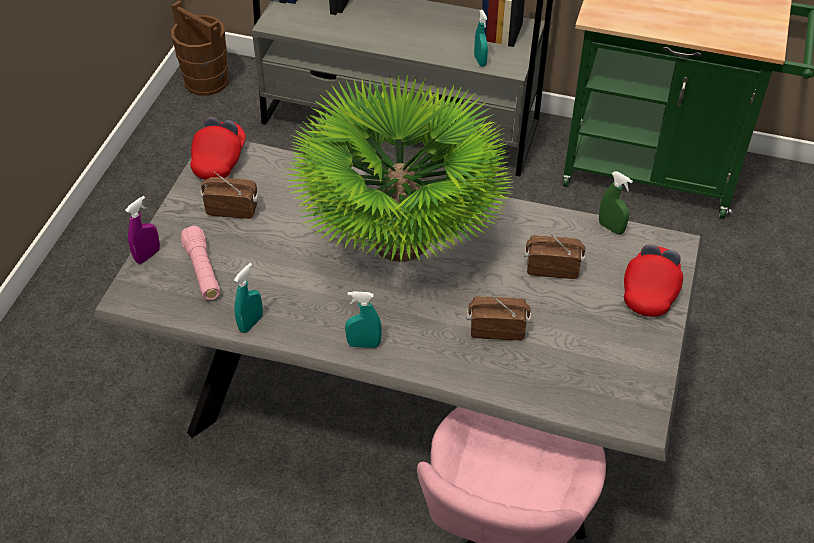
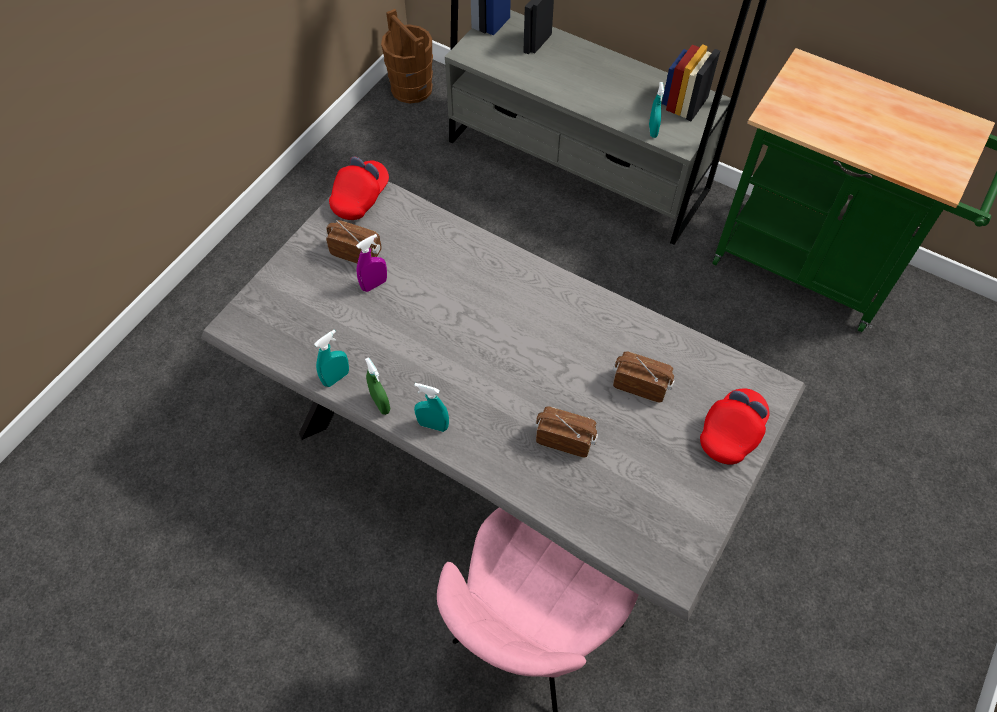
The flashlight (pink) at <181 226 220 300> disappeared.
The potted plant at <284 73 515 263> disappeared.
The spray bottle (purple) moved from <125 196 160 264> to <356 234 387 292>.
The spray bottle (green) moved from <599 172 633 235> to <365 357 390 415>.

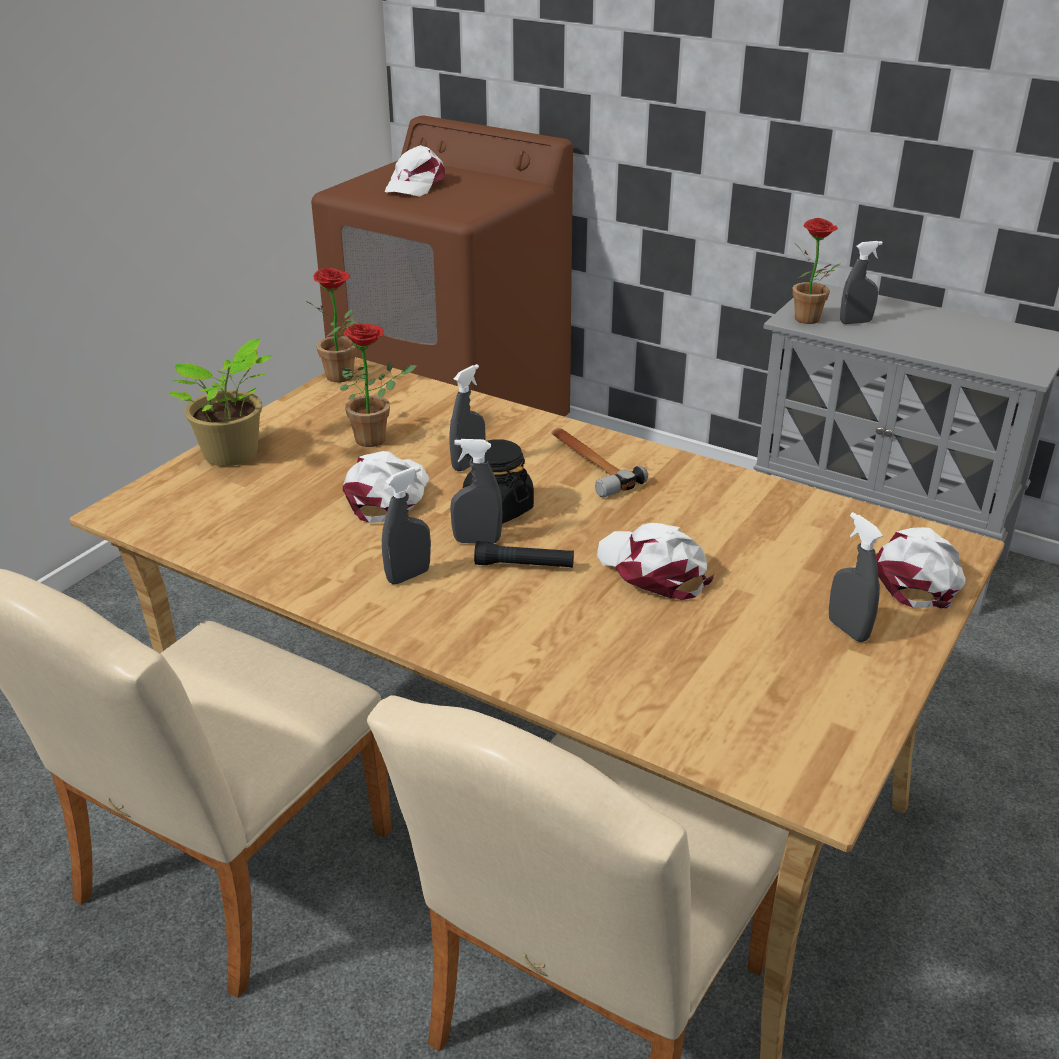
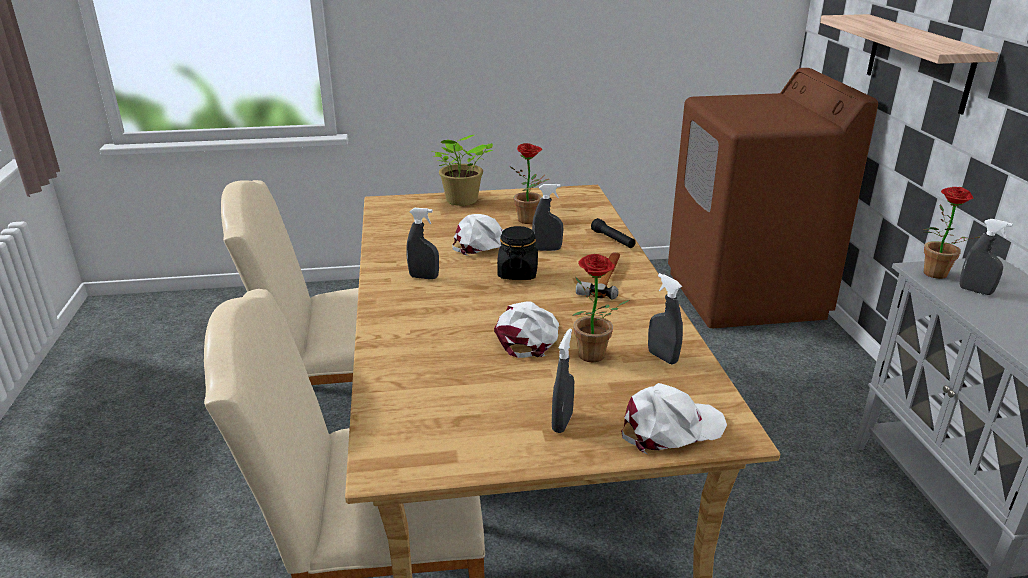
The cap (white) at <385 145 445 197> disappeared.
The shelf at <820 14 999 114> appeared.
The potted plant moved from <306 268 359 382> to <573 254 629 362>.
The spray bottle (grey) moved from <450 439 502 543> to <648 273 683 365>.
The flashlight (black) moved from <474 541 574 568> to <591 218 636 248>.

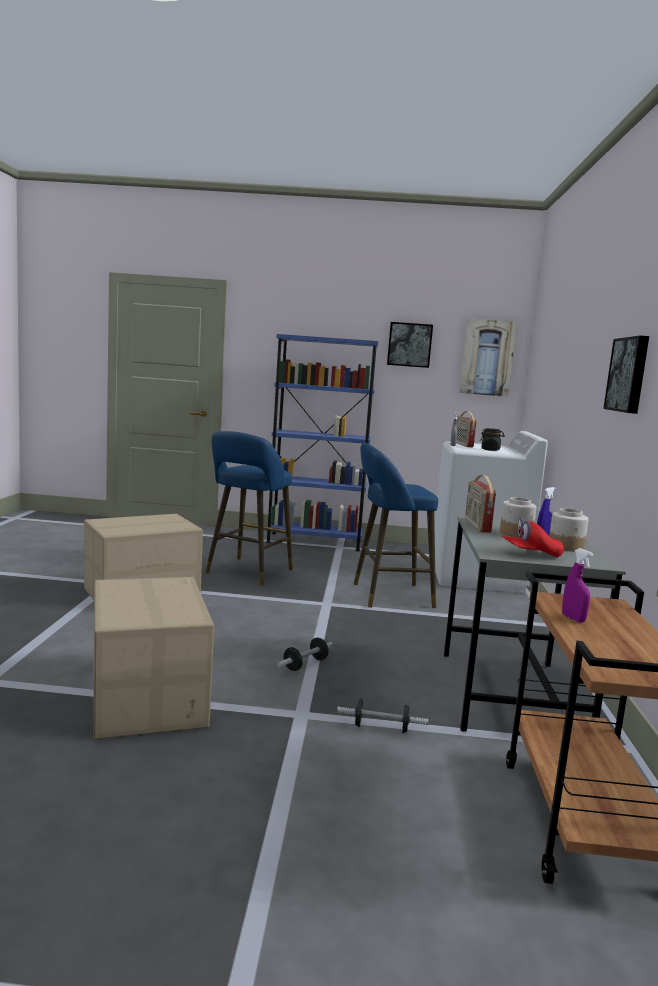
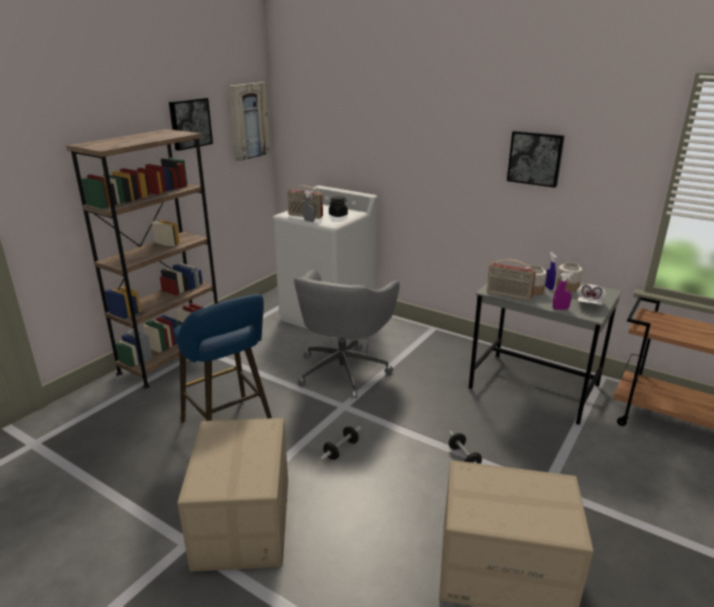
The dumbbell moved from <337 698 428 733> to <319 426 361 461>.
The spray bottle (purple) moved from <562 548 593 623> to <553 273 573 310>.
The stool (blue) at <353 443 438 608> was replaced by the office chair (grey) at <294 270 400 399>.
The bookcase (blue) at <266 334 378 551> became the bookcase (brown) at <66 129 218 388>.
The cap (red) at <502 517 564 558> became the cap (white) at <577 285 606 305>.

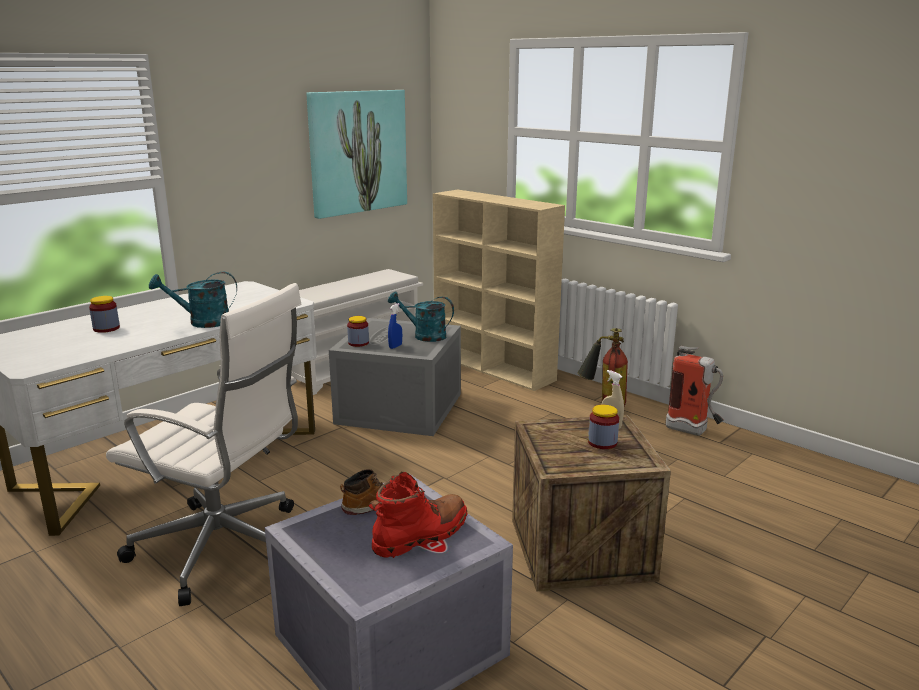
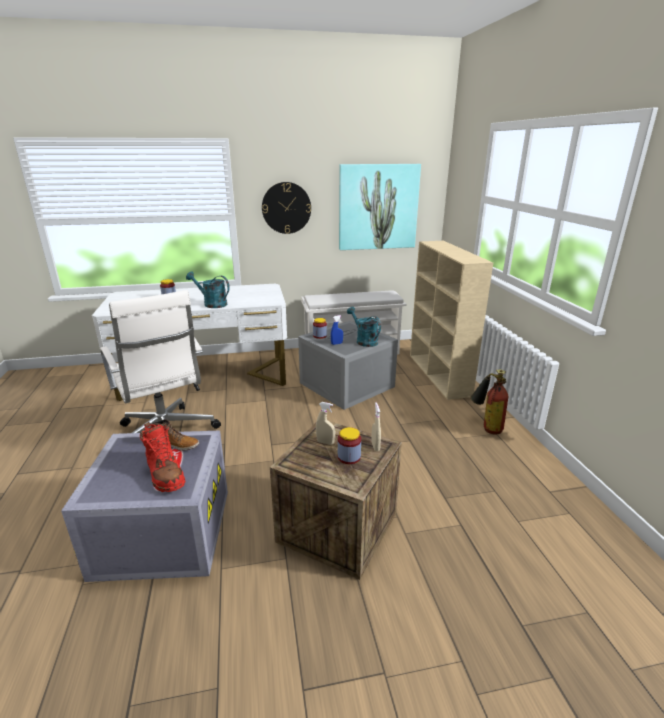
The fire extinguisher at <666 346 723 436> disappeared.
The wall clock at <262 182 311 234> appeared.
The spray bottle (beige) at <316 402 335 445> appeared.
The boot (red) at <368 472 467 558> turned 60 degrees clockwise.

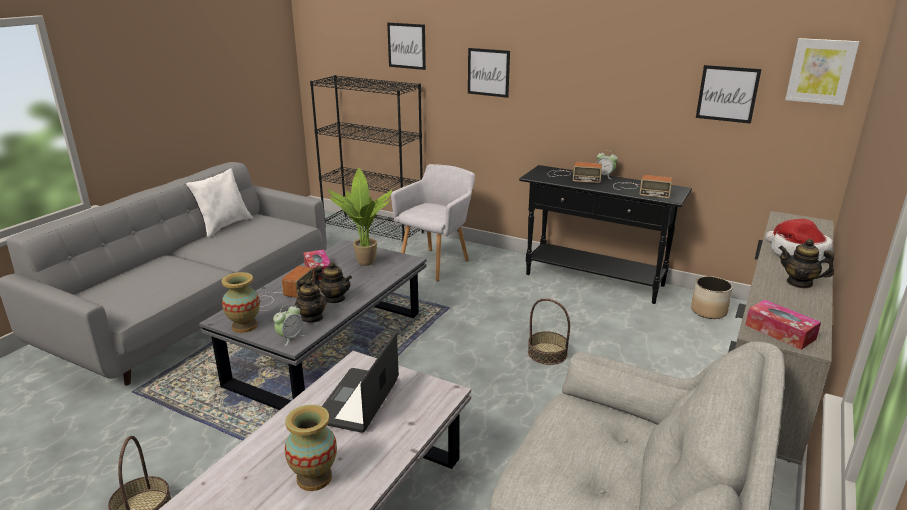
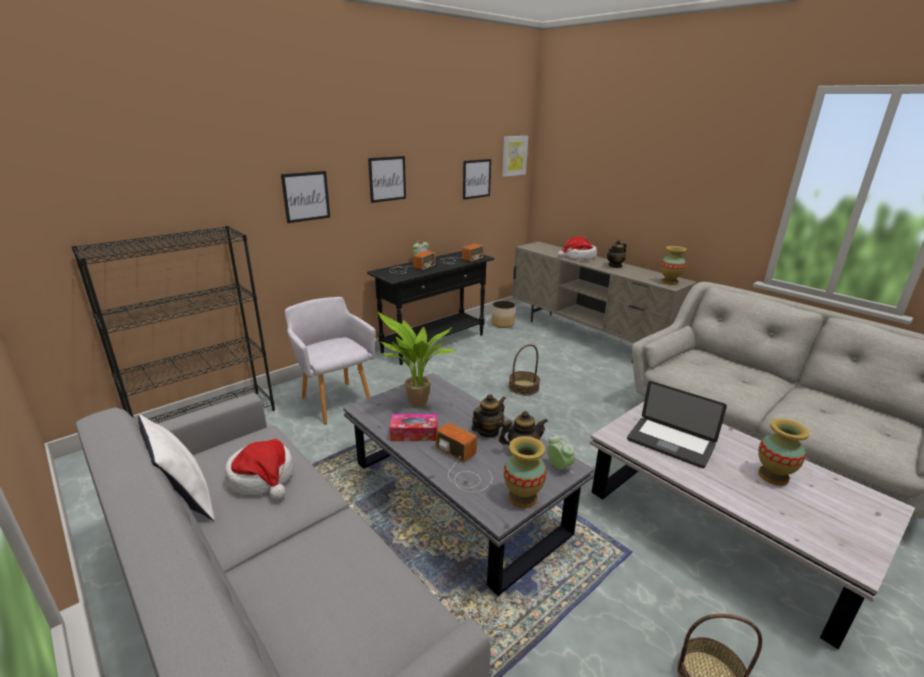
The hat at <225 439 293 500> appeared.
The picture moved from <387 23 426 70> to <368 156 406 203>.
The tissue box at <745 300 821 350> was replaced by the vase at <661 246 687 285>.

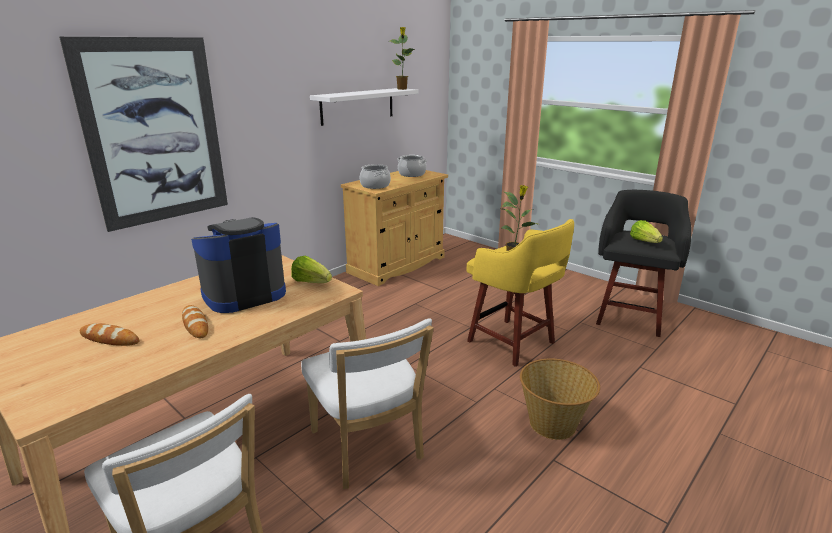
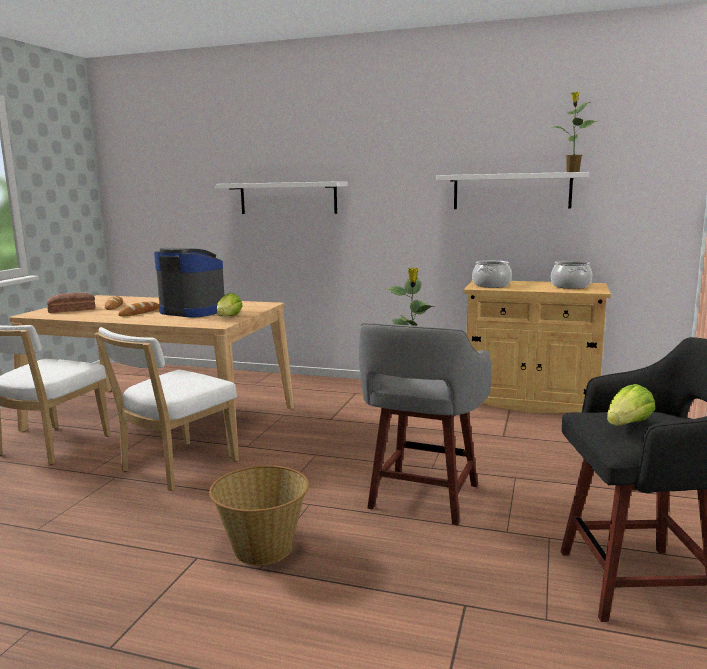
The bread at <47 293 95 313> appeared.
The picture at <59 37 228 232> was replaced by the shelf (white) at <215 181 348 214>.
The stool (yellow) at <467 219 574 367> became the stool (grey) at <359 323 492 525>.

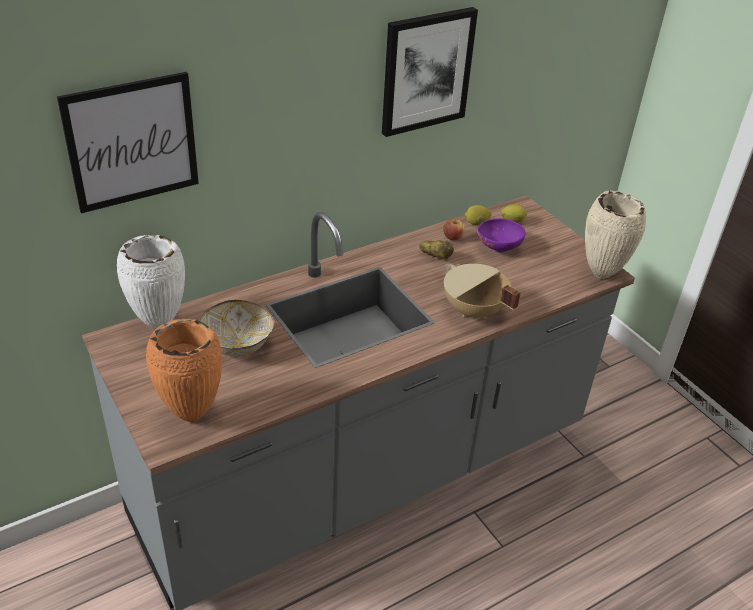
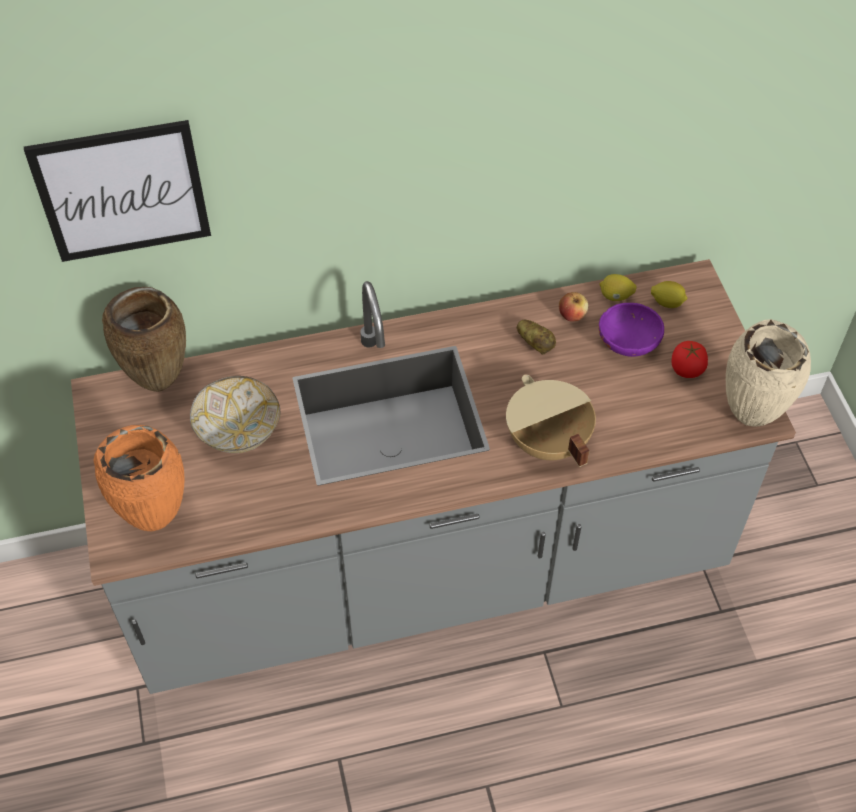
The picture at <382 7 478 137> disappeared.
The tomato at <672 341 708 378> appeared.
The vase (white) at <117 234 185 329> became the vase (brown) at <102 287 186 392>.

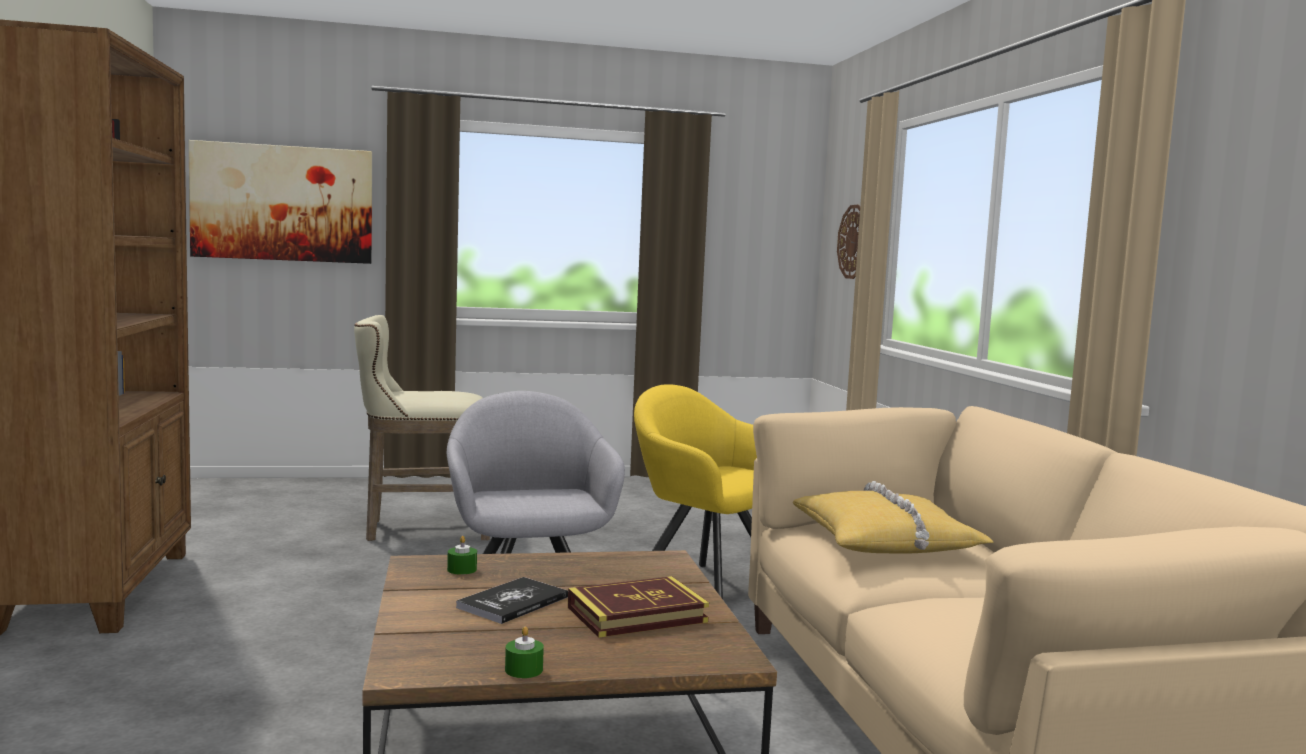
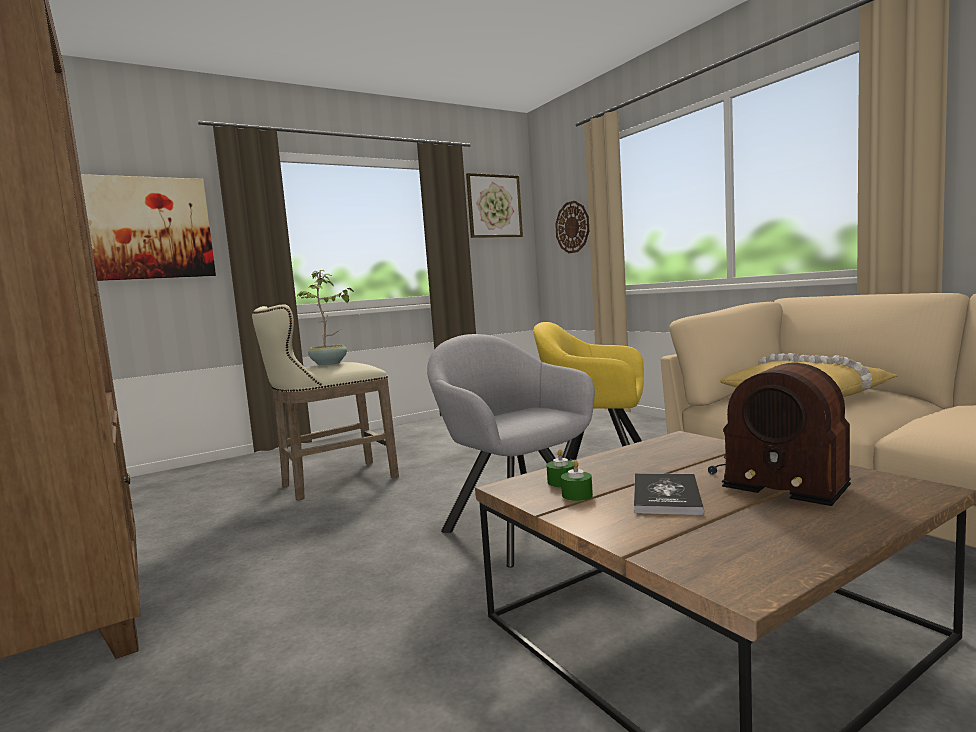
The potted plant at <297 270 354 365> appeared.
The picture at <466 173 523 238> appeared.
The candle (green) moved from <505 626 544 678> to <561 460 593 501>.
The book at <568 576 709 638> was replaced by the radio at <708 363 851 506>.

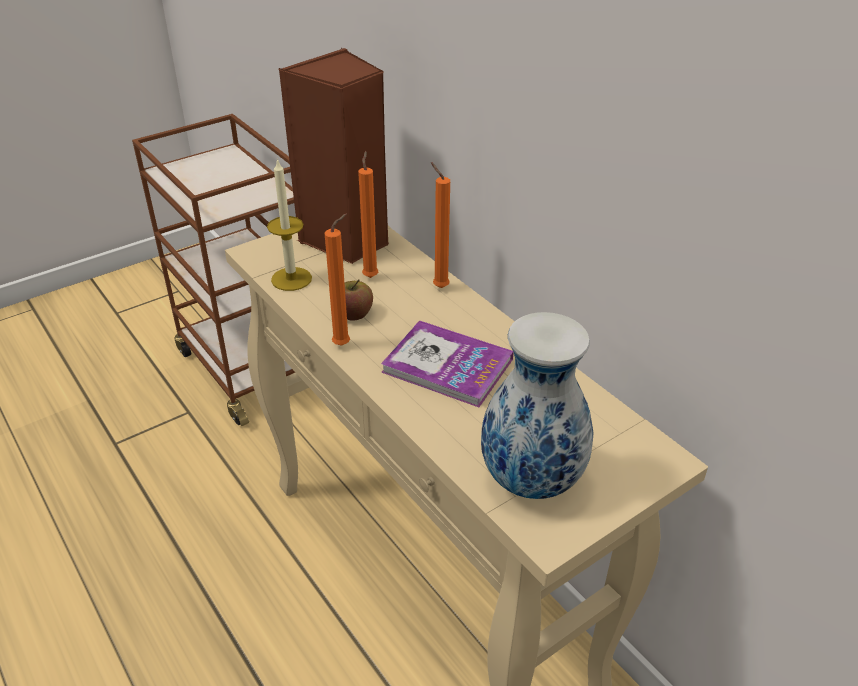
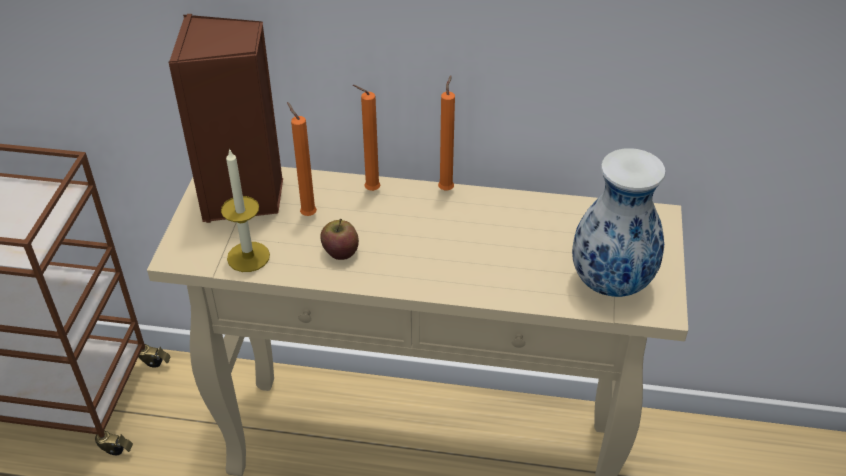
The book at <381 320 514 407> disappeared.
The candle (orange) moved from <325 214 350 346> to <438 75 455 191>.

